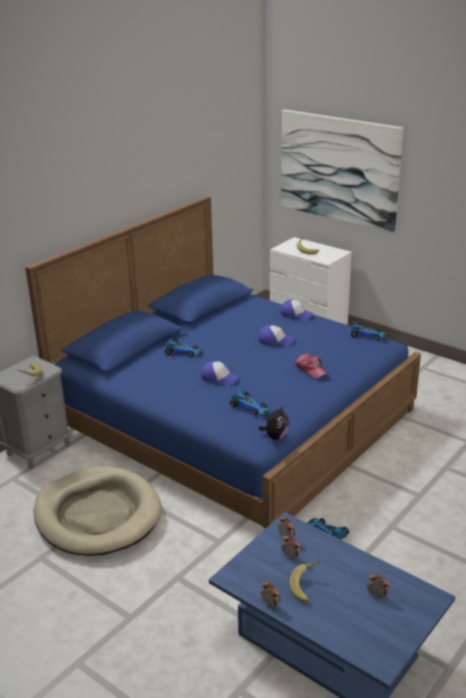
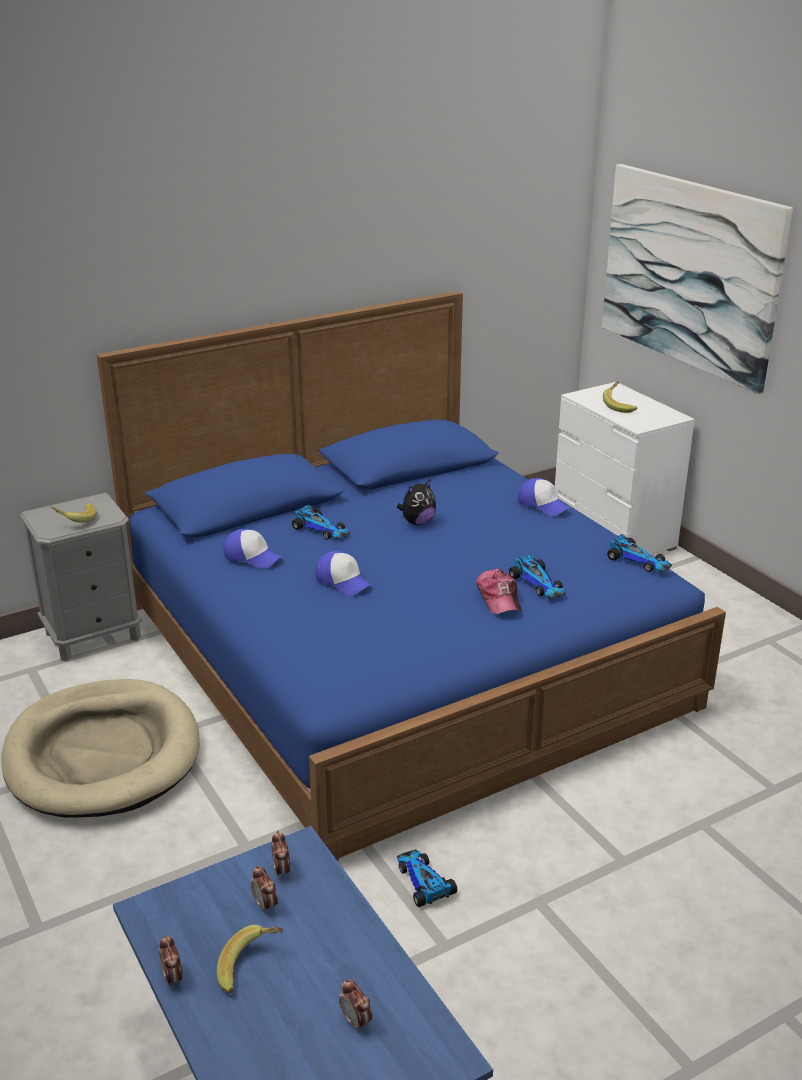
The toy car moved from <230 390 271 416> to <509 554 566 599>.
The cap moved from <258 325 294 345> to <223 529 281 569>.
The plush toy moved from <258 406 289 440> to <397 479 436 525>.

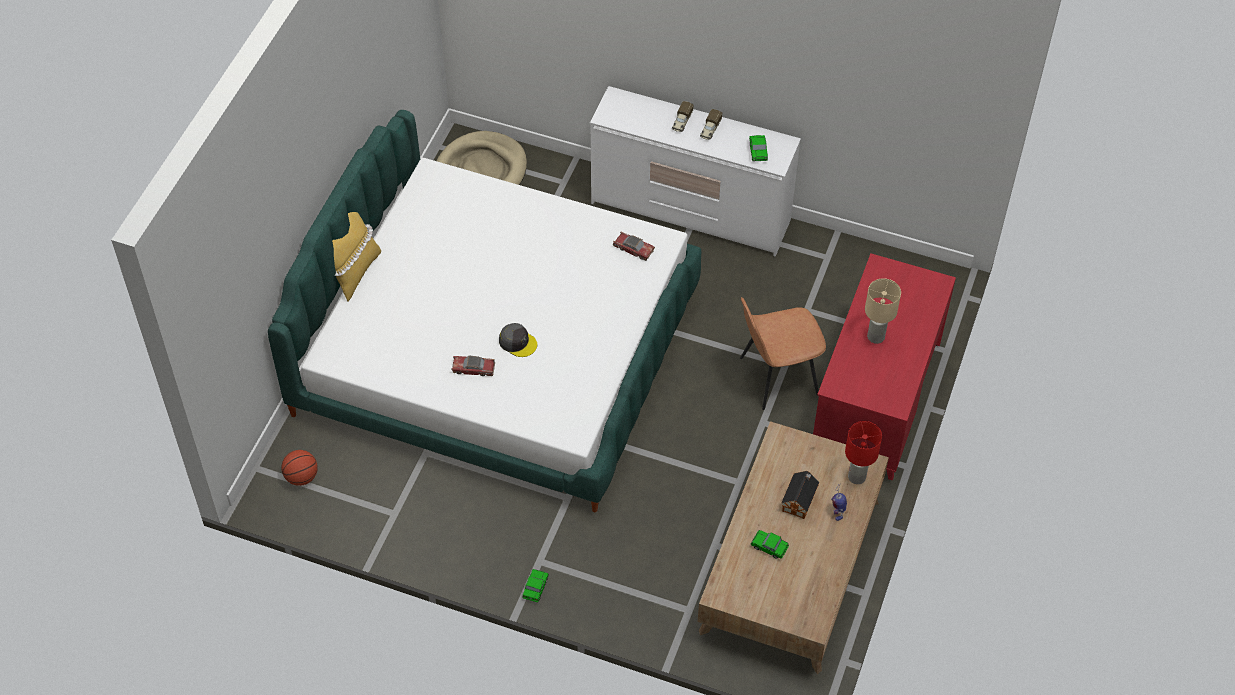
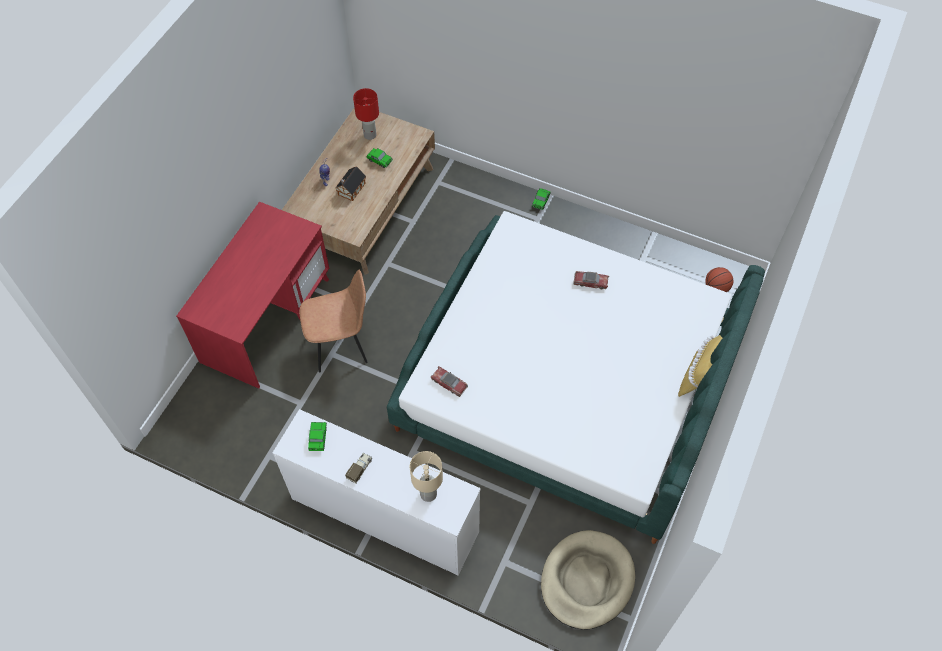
The cap (grey) at <499 323 537 357> disappeared.
The toy truck at <672 101 694 132> disappeared.
The table lamp (red) moved from <845 421 882 484> to <353 88 379 140>.
The table lamp (beige) moved from <865 278 901 344> to <410 451 443 502>.

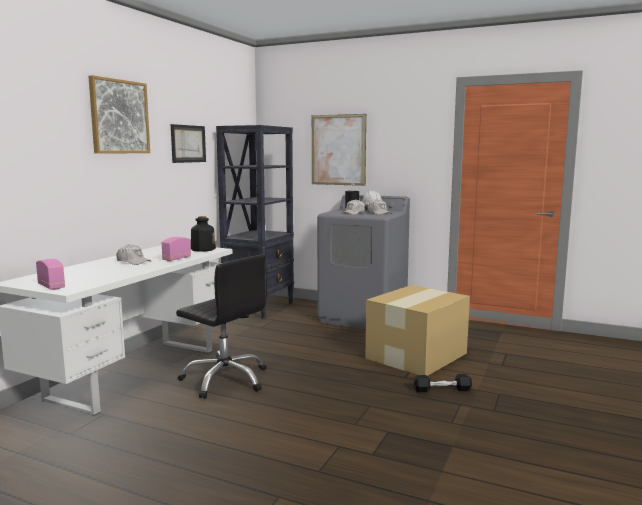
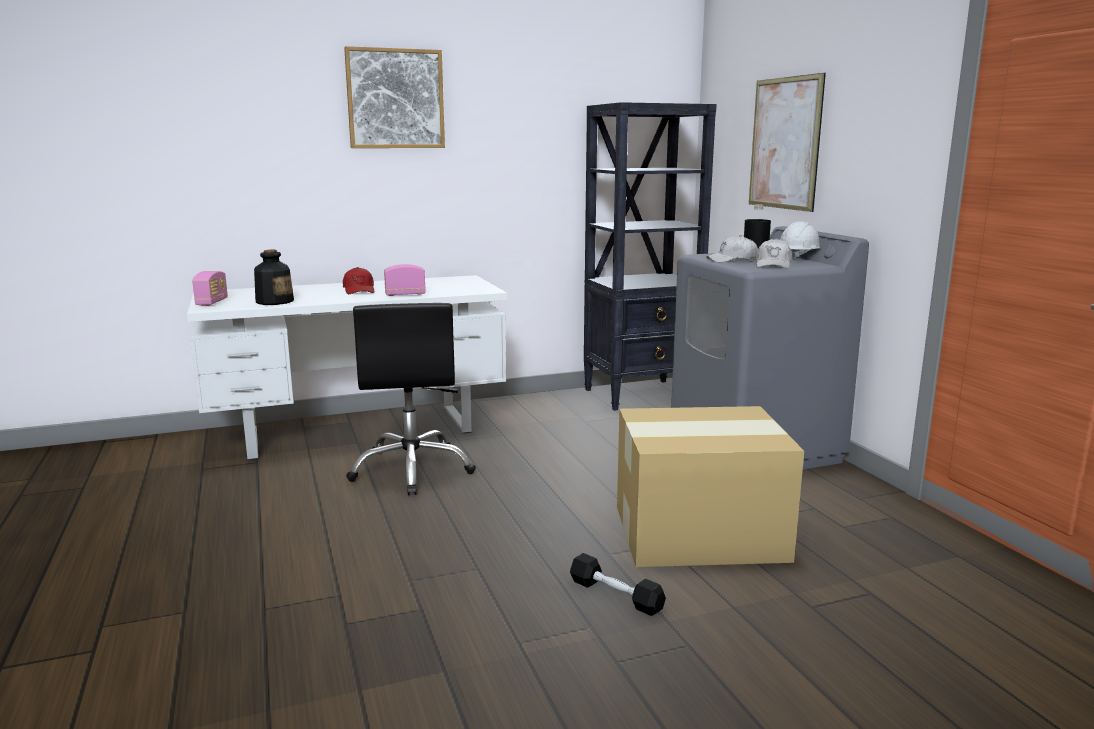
The picture at <171 124 206 163> disappeared.
The bottle moved from <191 216 216 252> to <254 250 294 305>.
The cap (white) at <116 244 151 265> became the cap (red) at <343 267 375 294>.

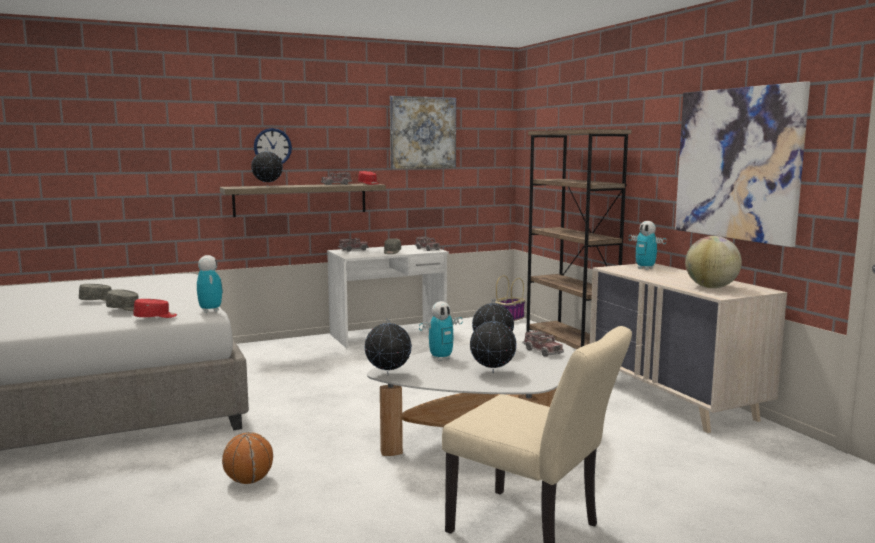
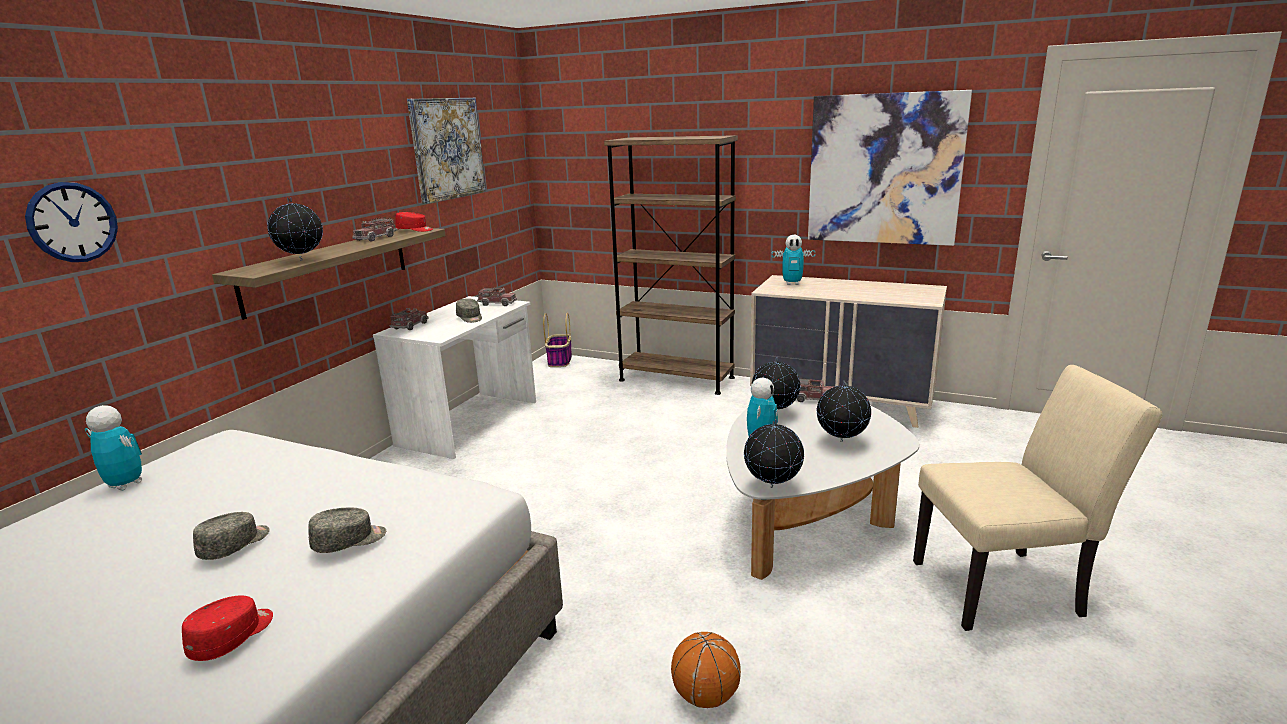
The globe at <685 236 742 288> disappeared.
The cap (red) moved from <133 299 177 318> to <182 595 273 661>.
The toy robot moved from <197 255 223 313> to <85 405 142 491>.
The wall clock moved from <254 128 292 164> to <25 182 118 262>.

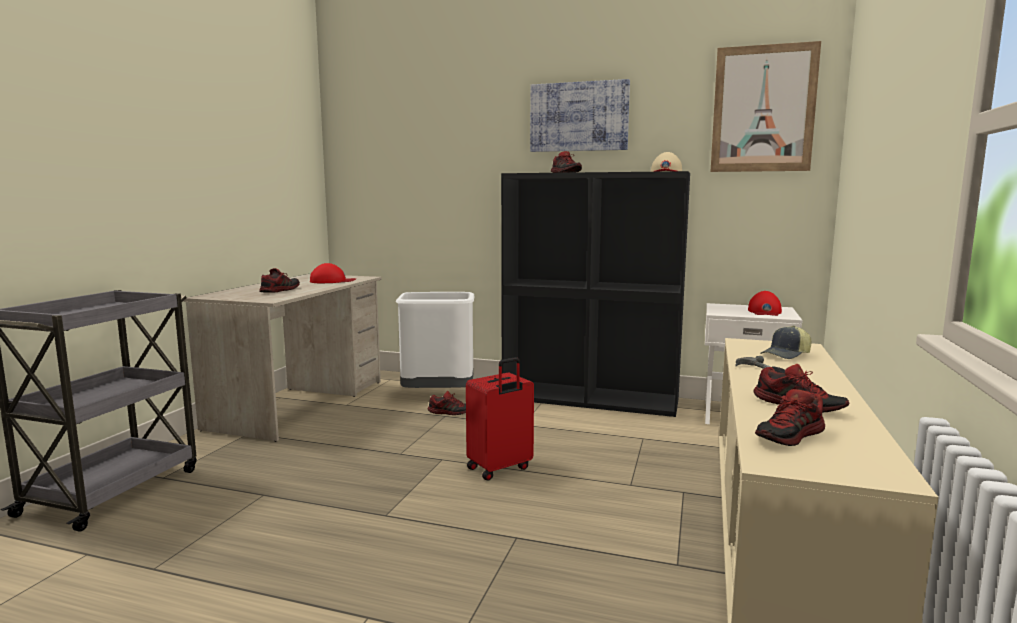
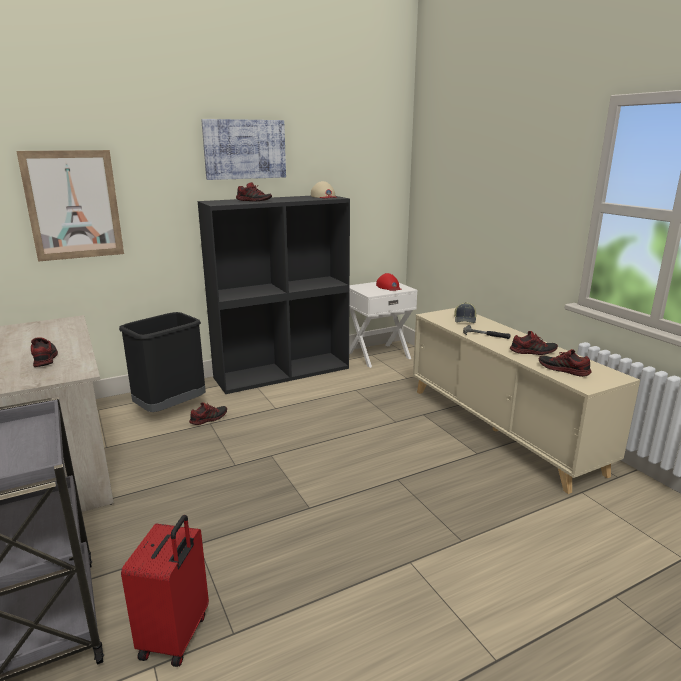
The cap (red) at <310 263 356 283> disappeared.
The suitcase (red) moved from <466 357 534 480> to <121 515 209 667>.
The picture moved from <710 41 821 172> to <16 150 124 262>.
The trash can (white) at <396 292 475 388> became the trash can (black) at <119 312 206 412>.
The shoe at <755 389 825 446> turned 120 degrees clockwise.

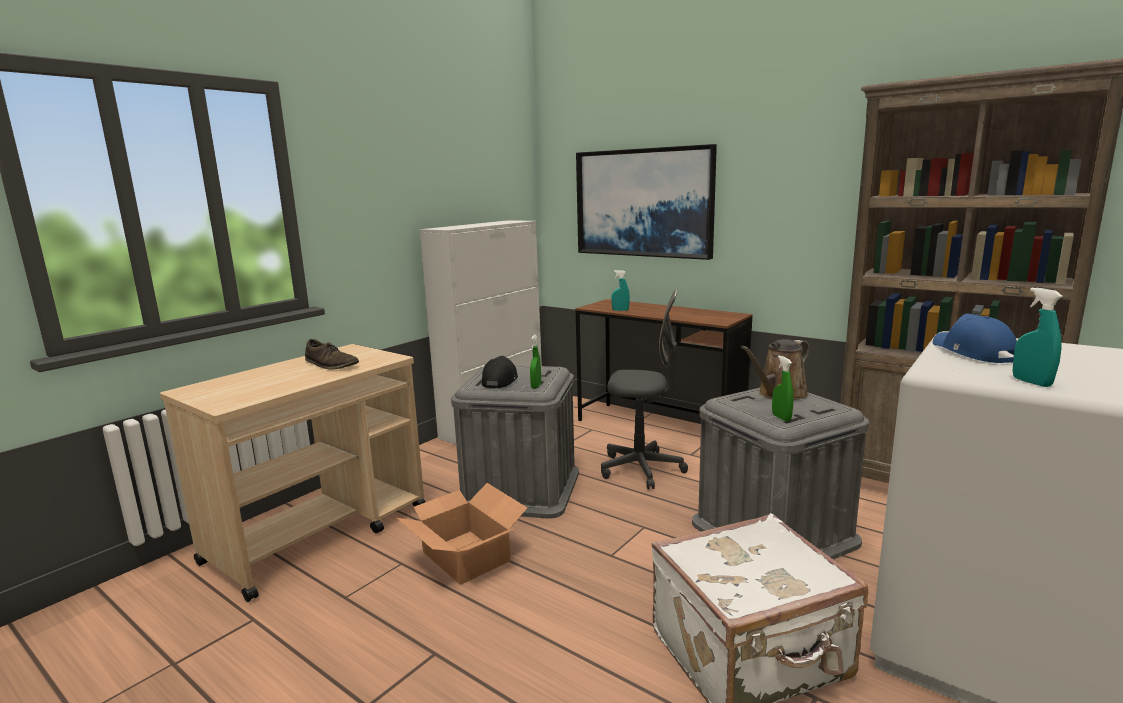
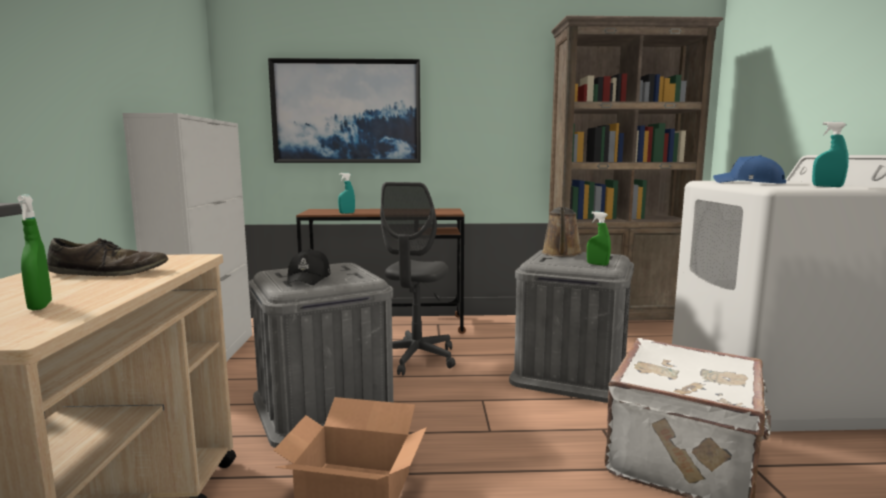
The spray bottle (green) moved from <530 335 541 389> to <17 194 52 310>.
The cap (black) at <482 356 518 389> turned 150 degrees counterclockwise.
The office chair (grey) at <601 290 688 489> turned 135 degrees clockwise.

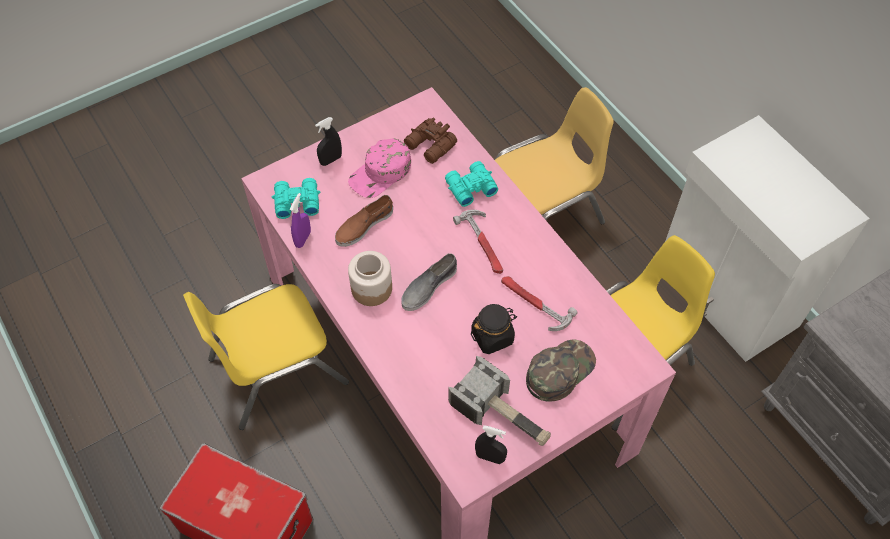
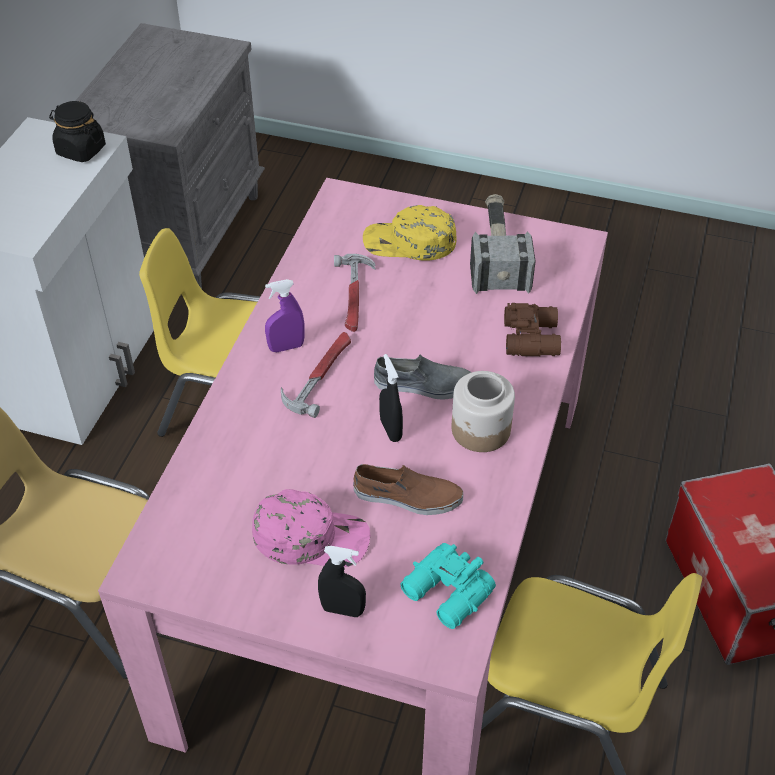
The binoculars (turquoise) at <445 161 498 207> disappeared.
The spray bottle (purple) moved from <290 193 311 248> to <265 279 305 352>.
The binoculars (brown) moved from <404 117 457 164> to <504 303 561 356>.
The jar (black) moved from <471 304 517 354> to <49 101 106 162>.
The spray bottle (black) moved from <475 425 507 464> to <379 354 403 442>.
The cap (green) at <526 339 596 401> became the cap (yellow) at <363 205 457 261>.

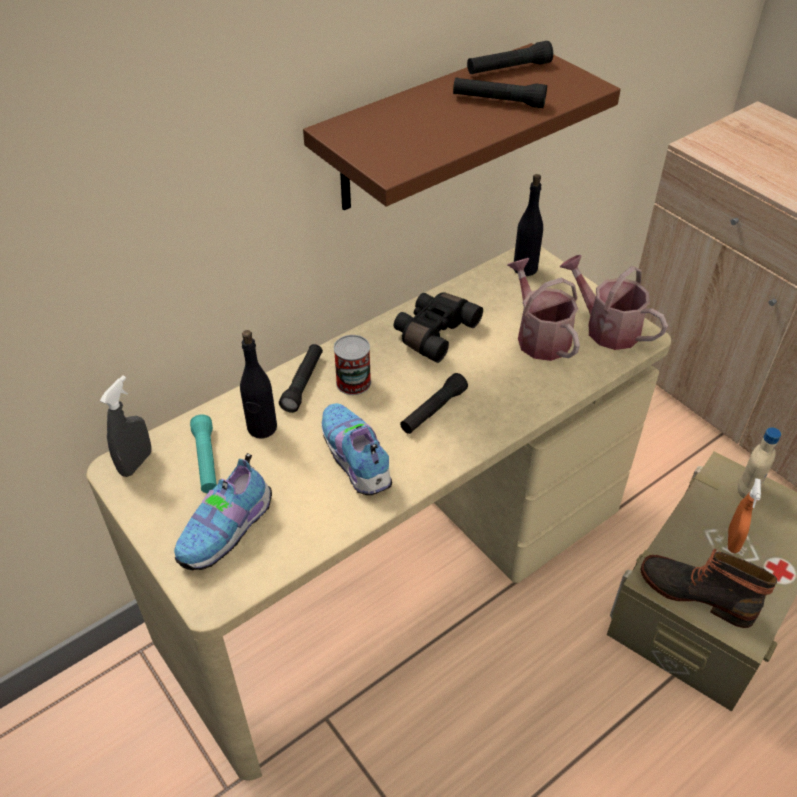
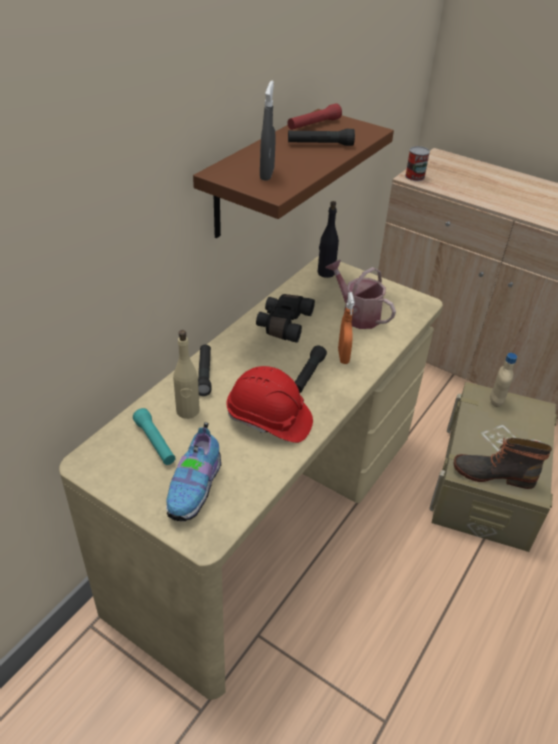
The watering can at <560 255 668 350> disappeared.
The spray bottle (grey) moved from <100 375 151 477> to <260 80 276 181>.
The can moved from <334 335 371 395> to <405 146 430 181>.
The spray bottle (orange) moved from <728 478 761 553> to <338 292 354 364>.
The shoe at <321 403 392 495> was replaced by the hard hat (red) at <227 366 313 443>.
The bottle (black) at <240 330 277 439> became the bottle (beige) at <173 330 200 419>.
The flashlight (black) at <467 41 553 74> became the flashlight (red) at <287 103 342 130>.

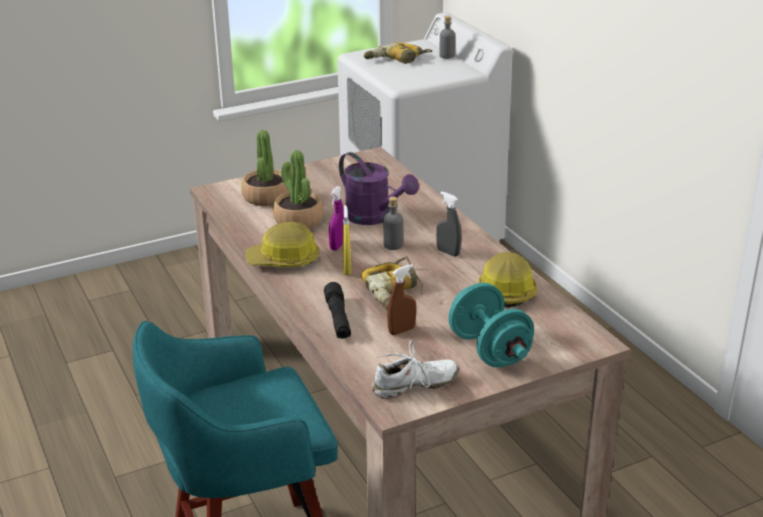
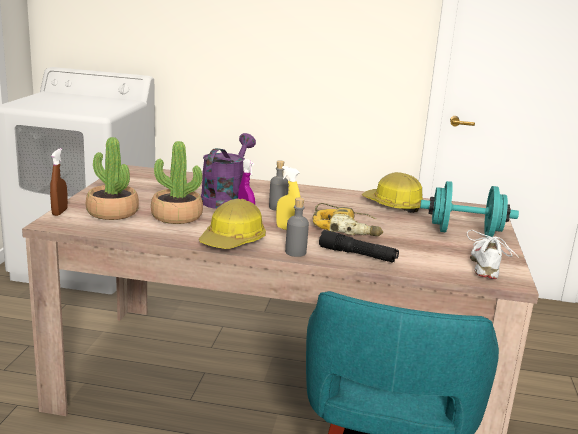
The power drill at <364 42 432 64> disappeared.
The spray bottle (grey) at <436 191 461 257> disappeared.
The spray bottle (brown) moved from <387 264 417 335> to <50 148 68 216>.
The bottle (grey) moved from <440 16 455 59> to <285 198 309 257>.
The watering can (purple) at <339 152 419 225> turned 60 degrees counterclockwise.

